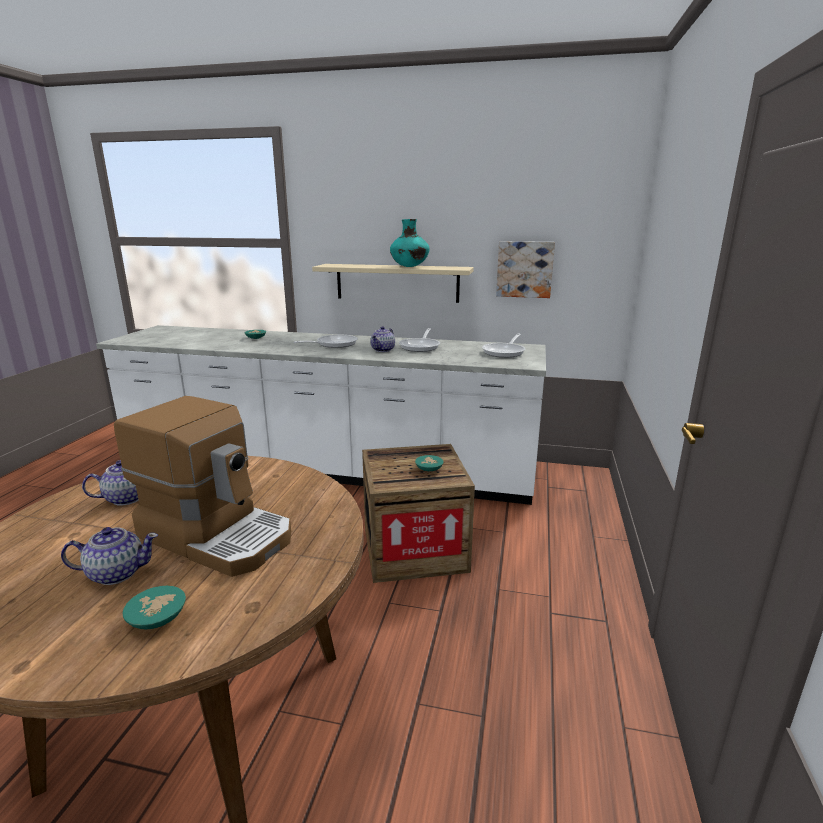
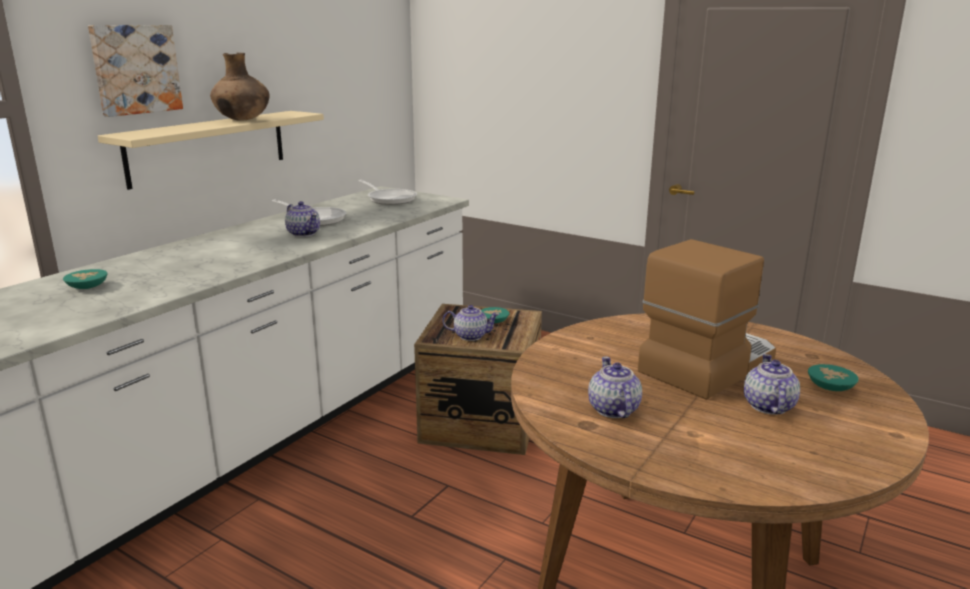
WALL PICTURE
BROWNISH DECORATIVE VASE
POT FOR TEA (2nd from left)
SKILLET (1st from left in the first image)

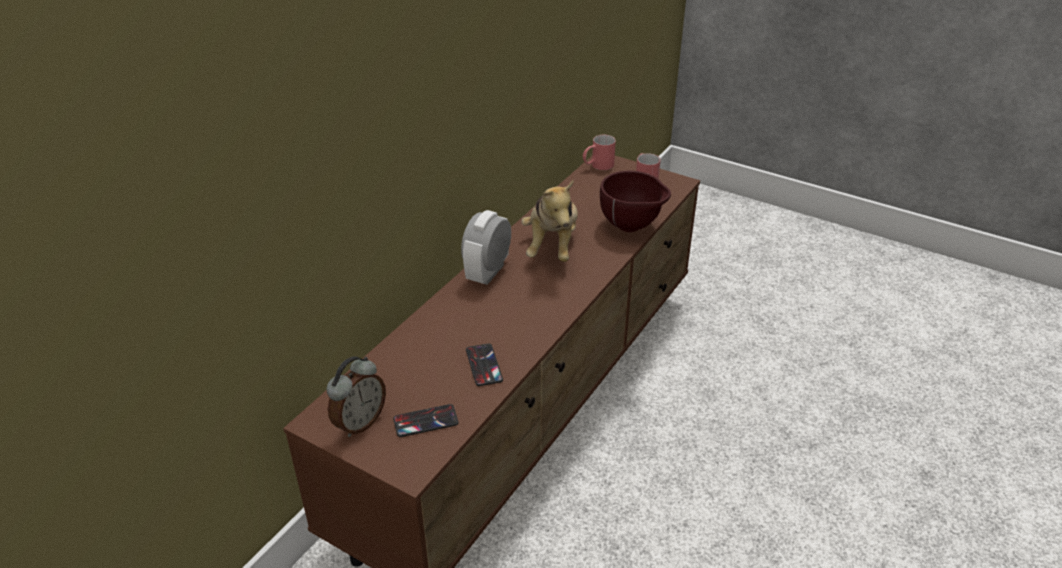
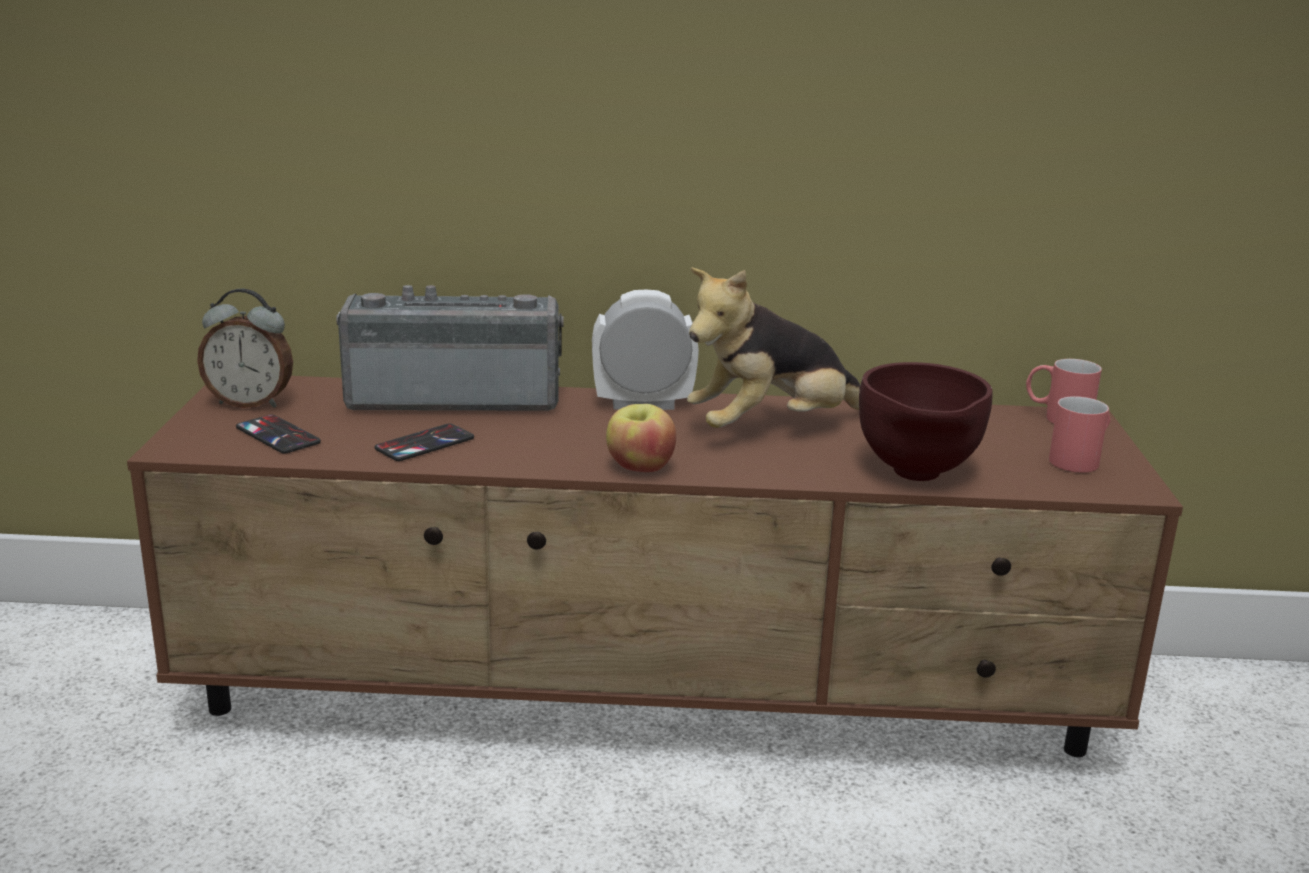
RADIO
APPLE

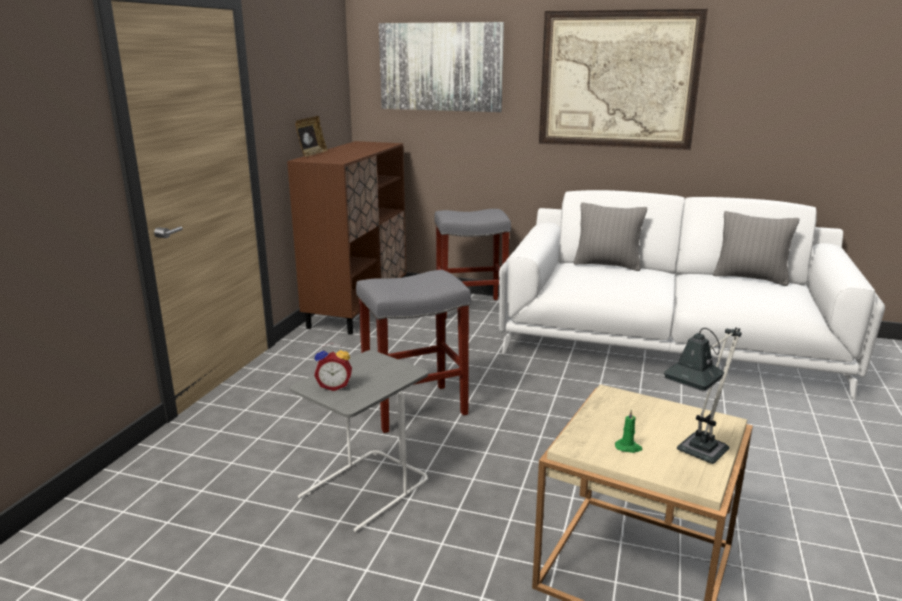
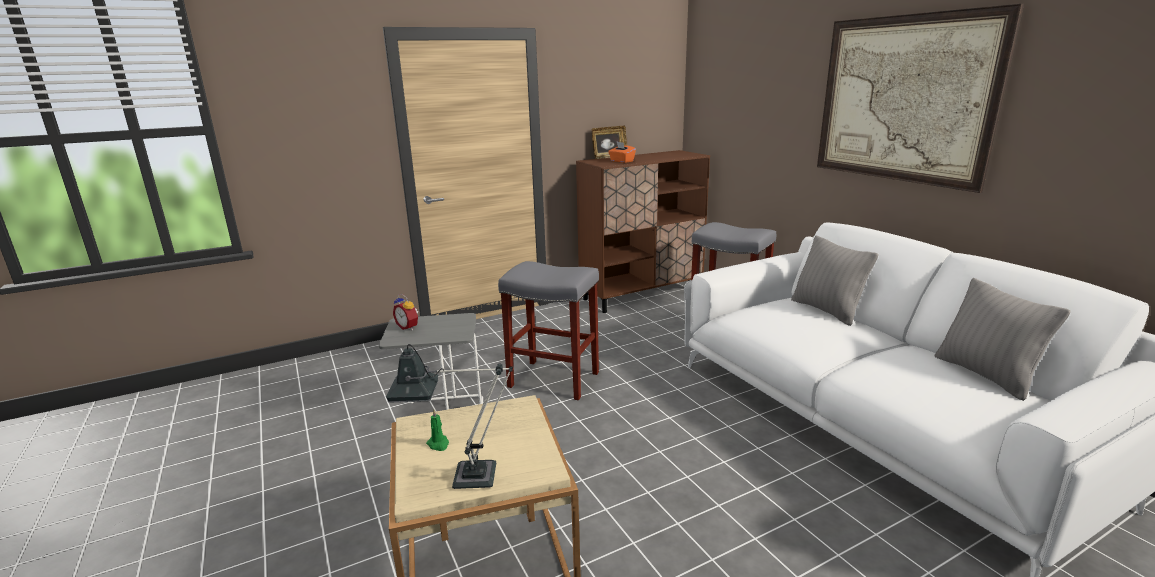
ORANGE TISSUE HOLDER
WALL PICTURE (1st from left in the first image)

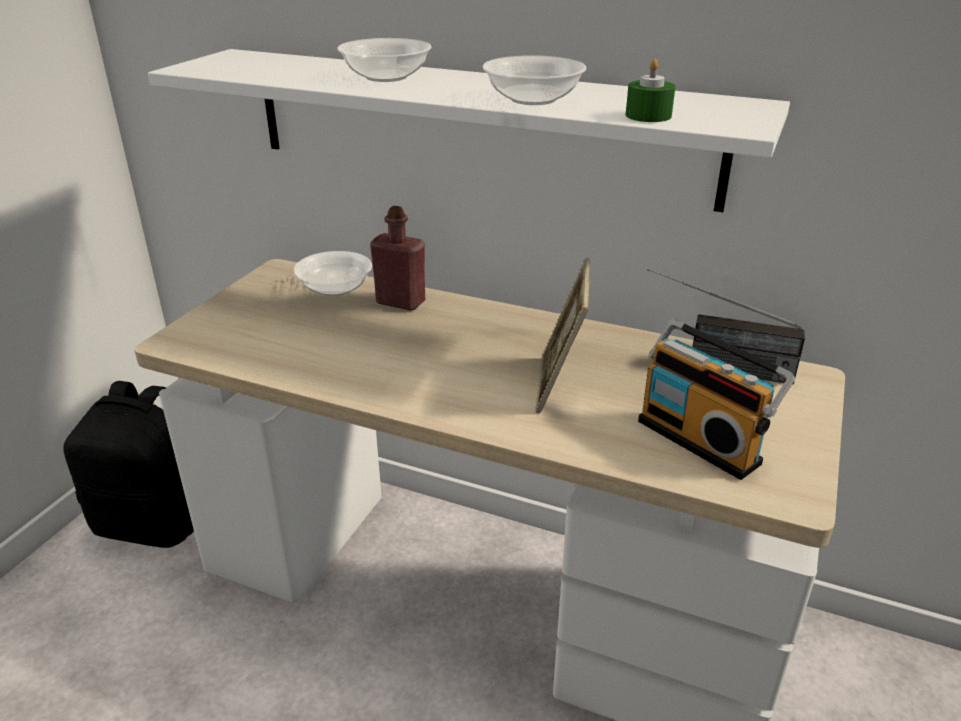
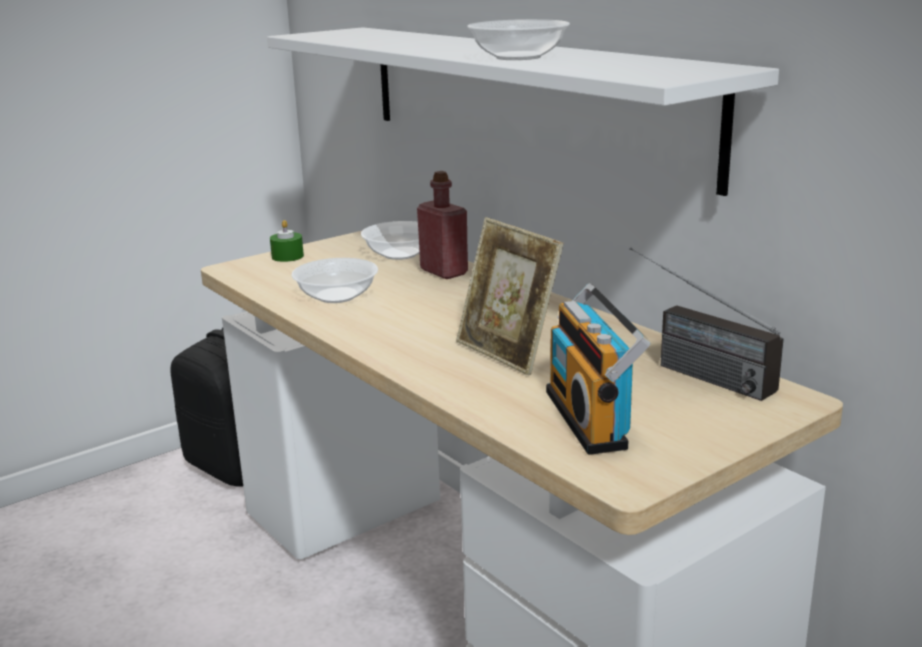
GREEN-COLOURED WAX LIGHT
DEEP DISH (1st from left)
PHOTO FRAME

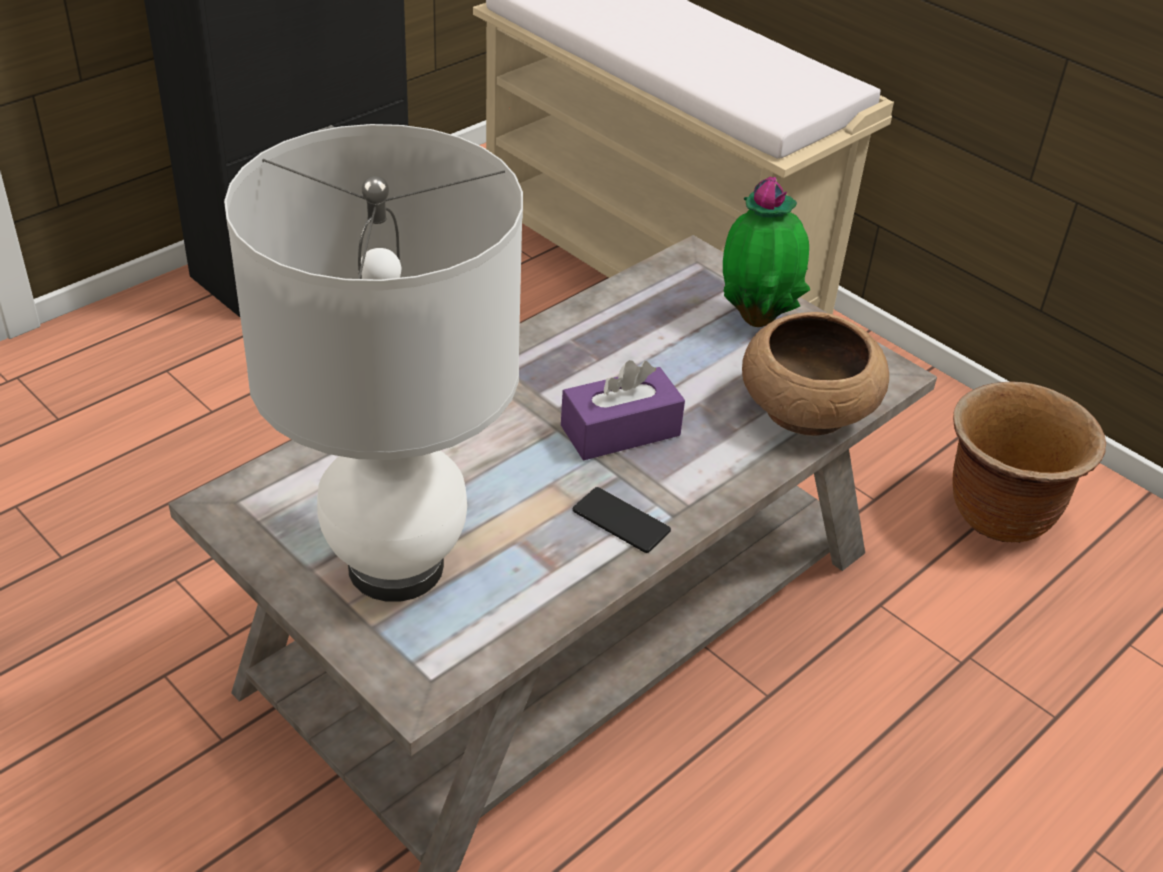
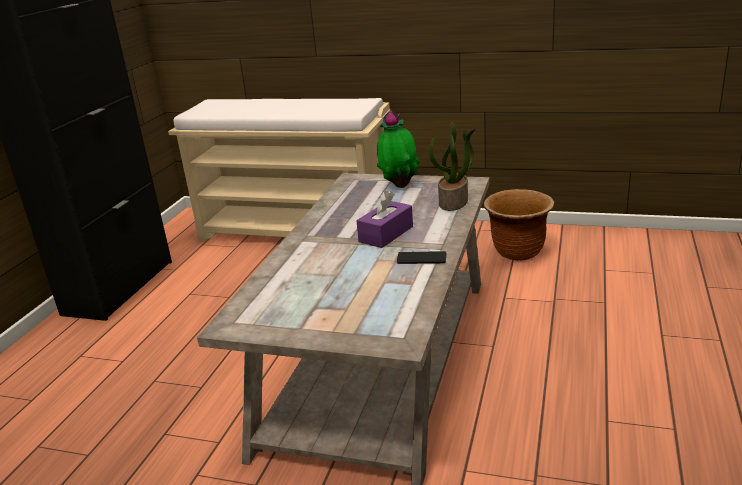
PLANT IN A POT (2nd from left)
WHITISH TABLE LAMP

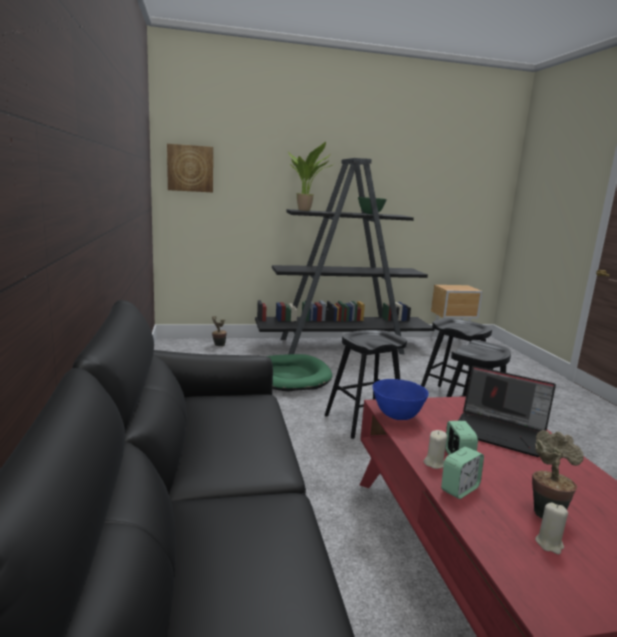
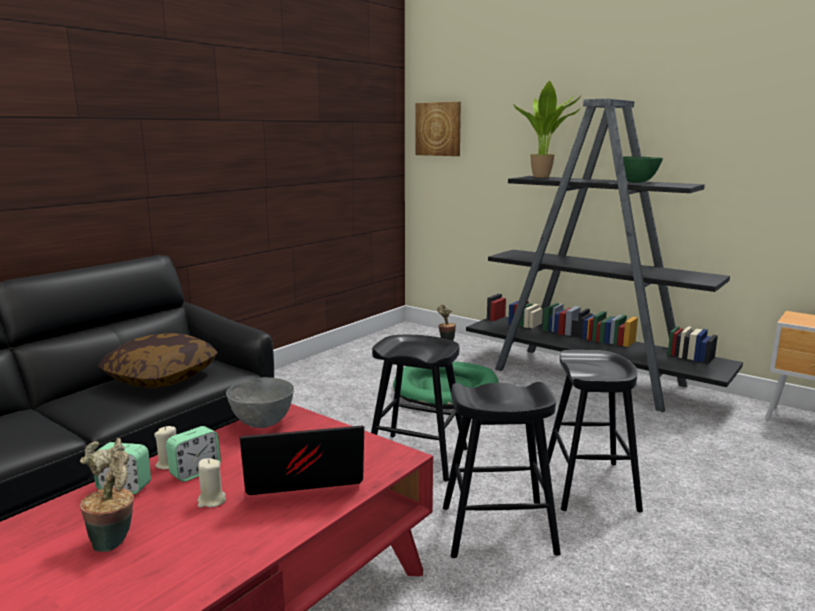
PILLOW
BEIGE-COLOURED WAX LIGHT (2nd from left)
GREYISH DEEP DISH
PORTABLE COMPUTER

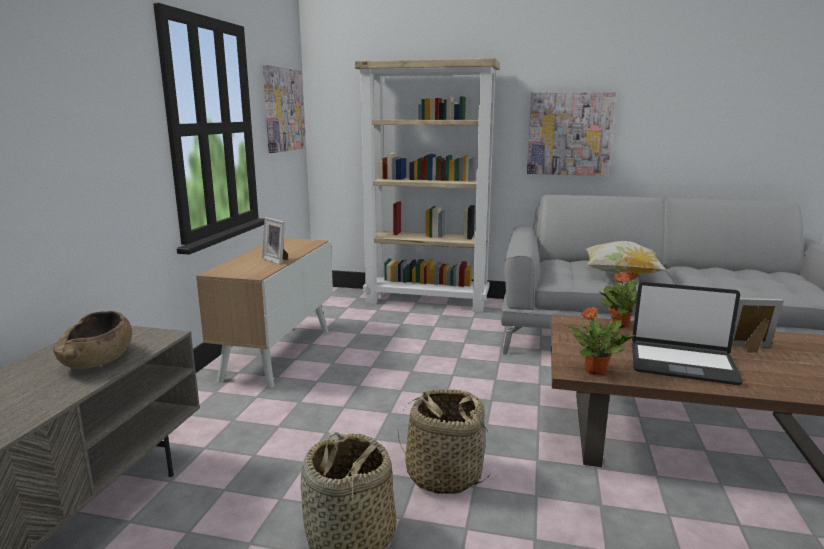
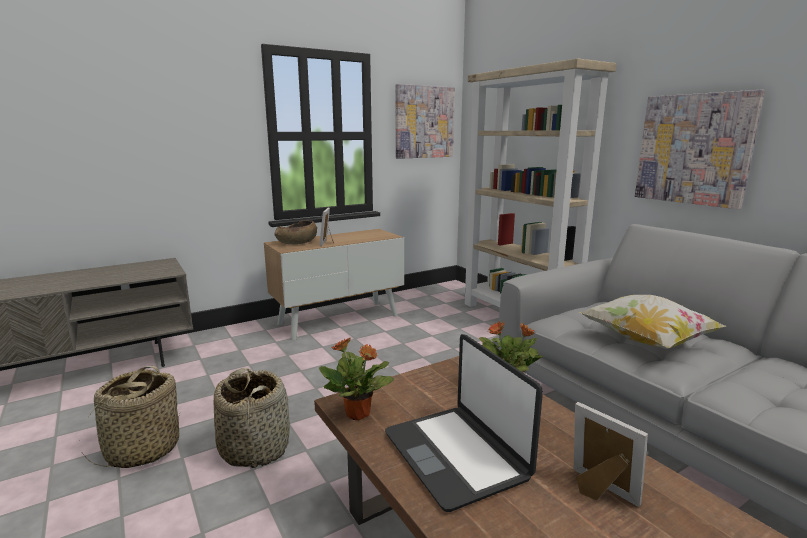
BROWNISH DEEP DISH

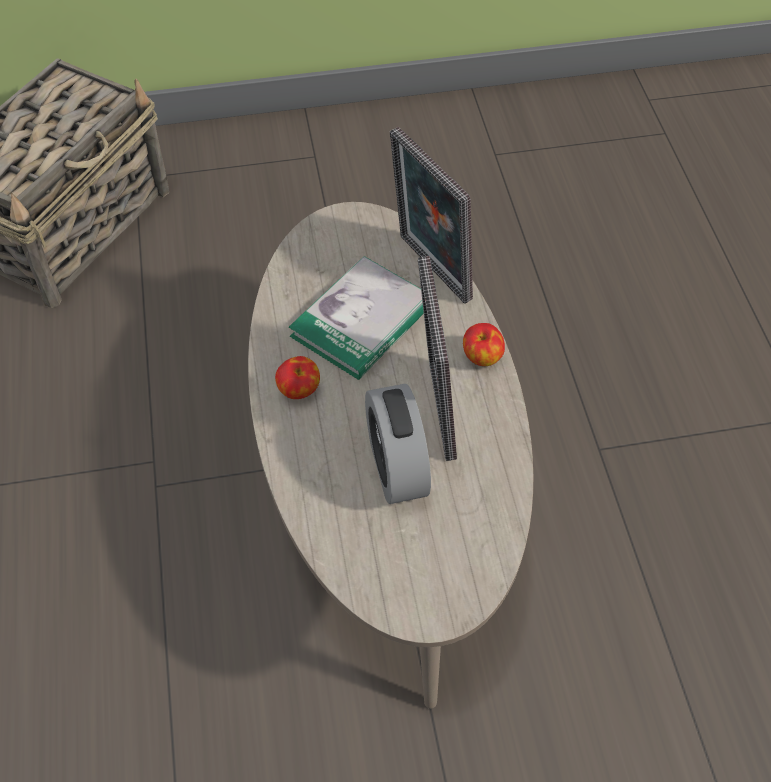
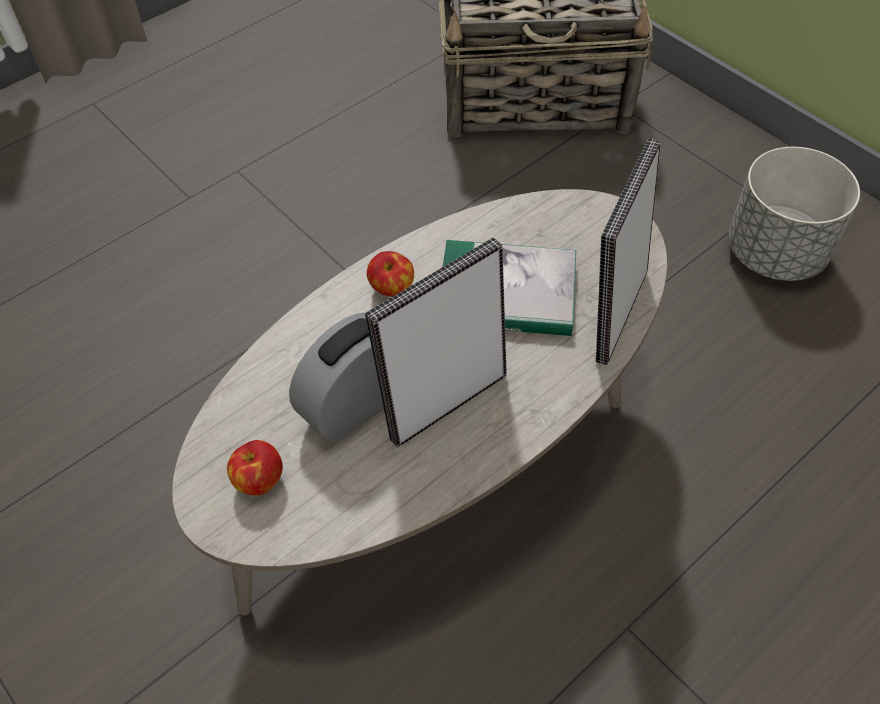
APPLE (1st from left)
GREYISH PLANT POT

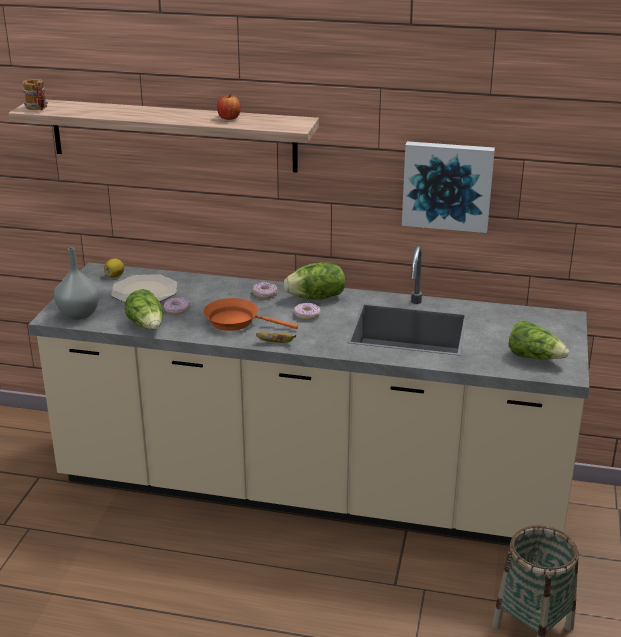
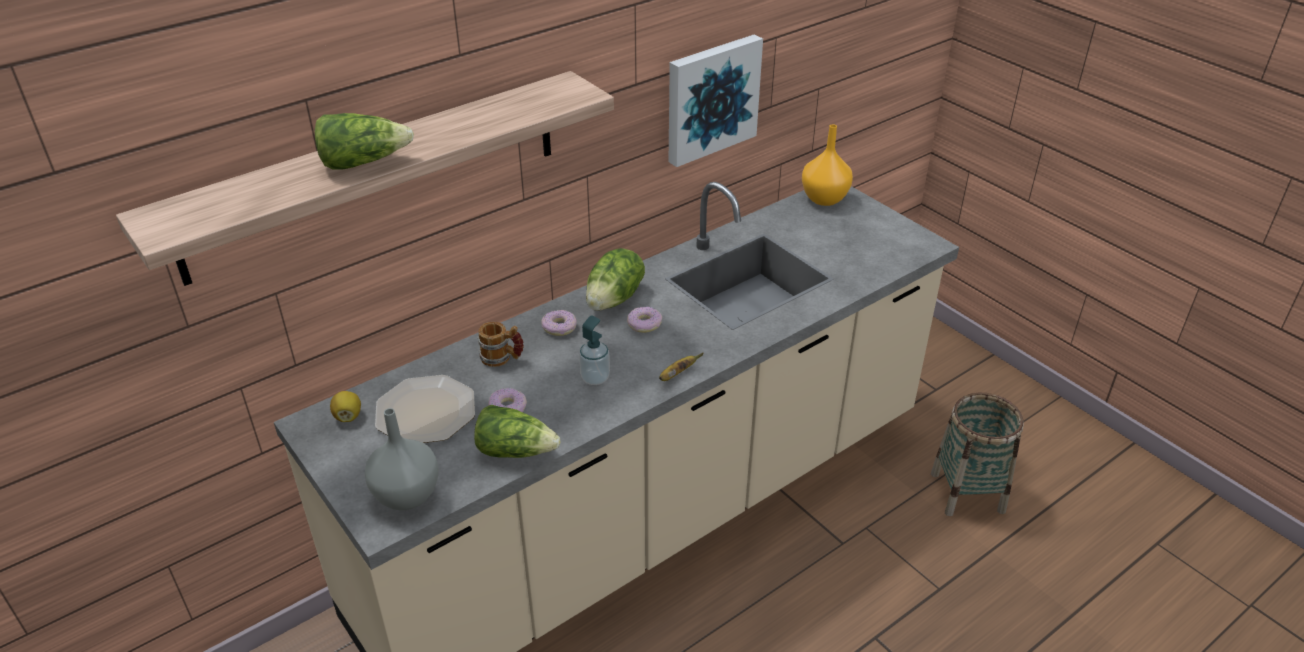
LETTUCE HEAD (1st from left)
COFFEE MUG
LIQUID SOAP BOTTLE
ORANGE DECORATIVE VASE
APPLE

